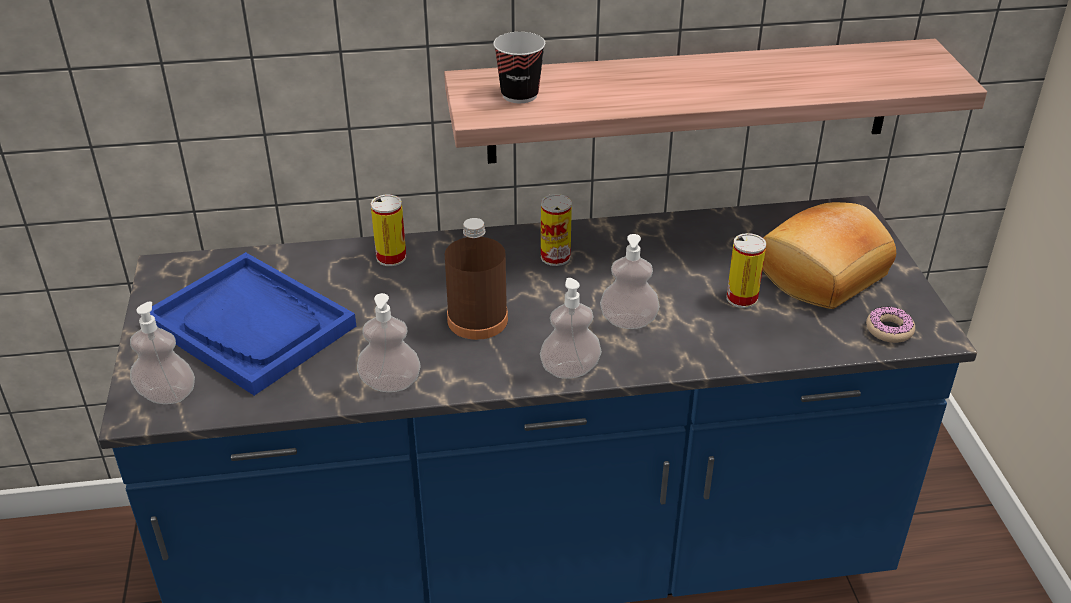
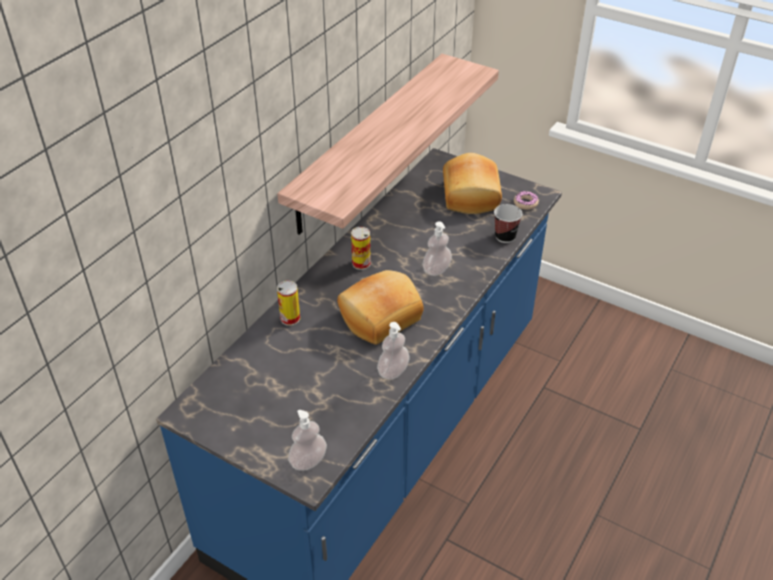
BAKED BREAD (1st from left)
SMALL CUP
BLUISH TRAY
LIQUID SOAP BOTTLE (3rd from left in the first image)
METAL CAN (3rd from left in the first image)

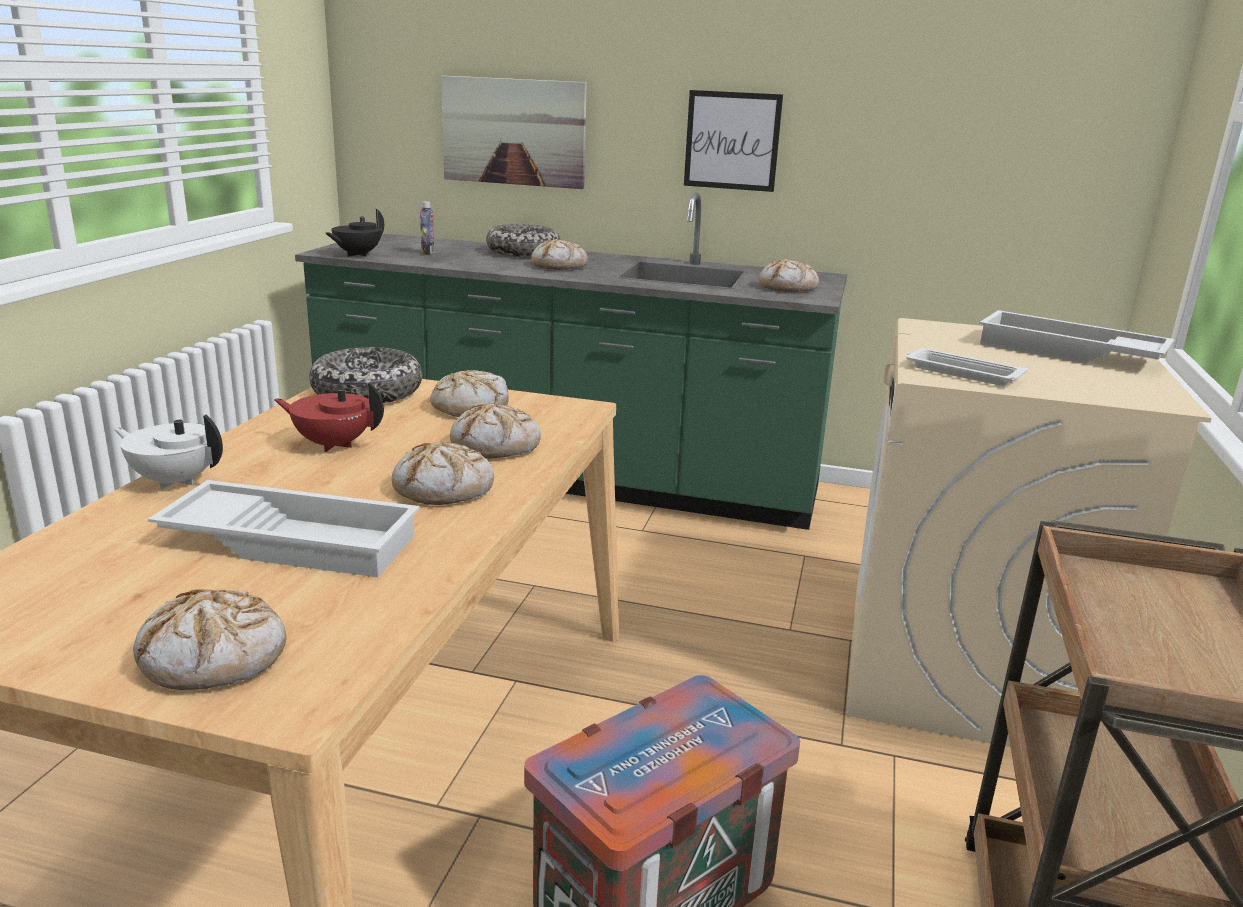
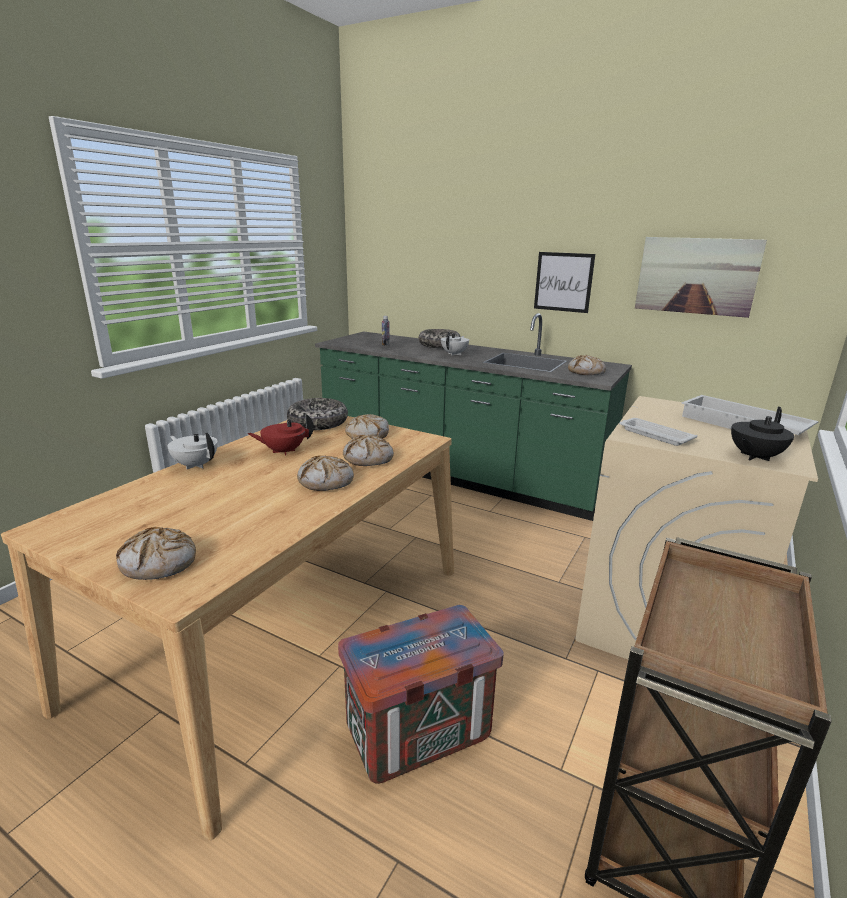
REDDISH POT FOR TEA
WHITISH POT FOR TEA (2nd from left)
WALL PICTURE (2nd from left)
BLACK-COLOURED POT FOR TEA
WHITISH TRAY (1st from left in the first image)

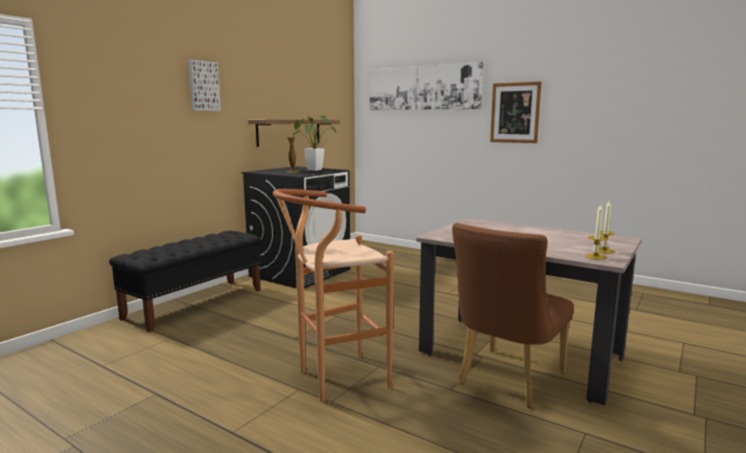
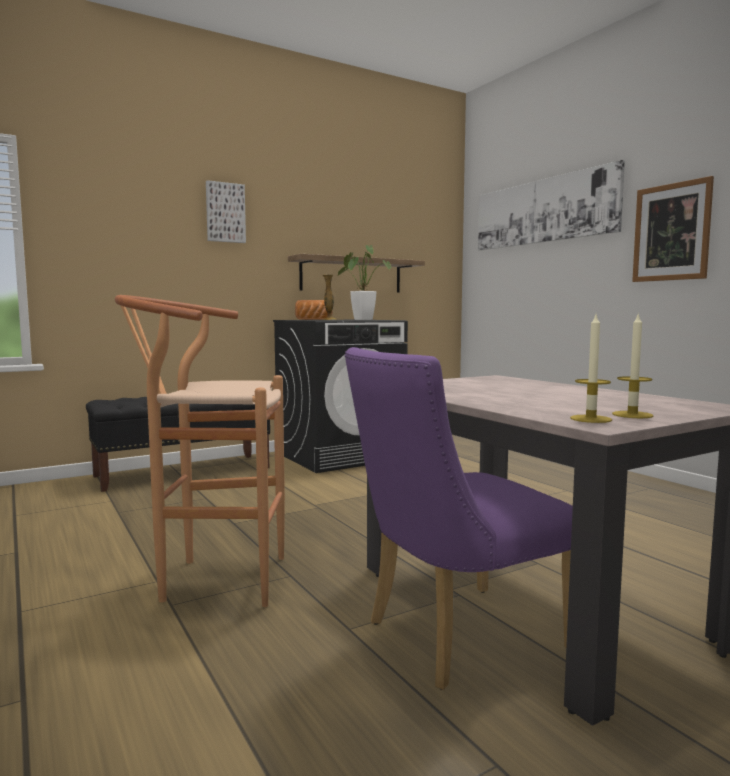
BAKED BREAD
PURPLISH UPRIGHT CHAIR

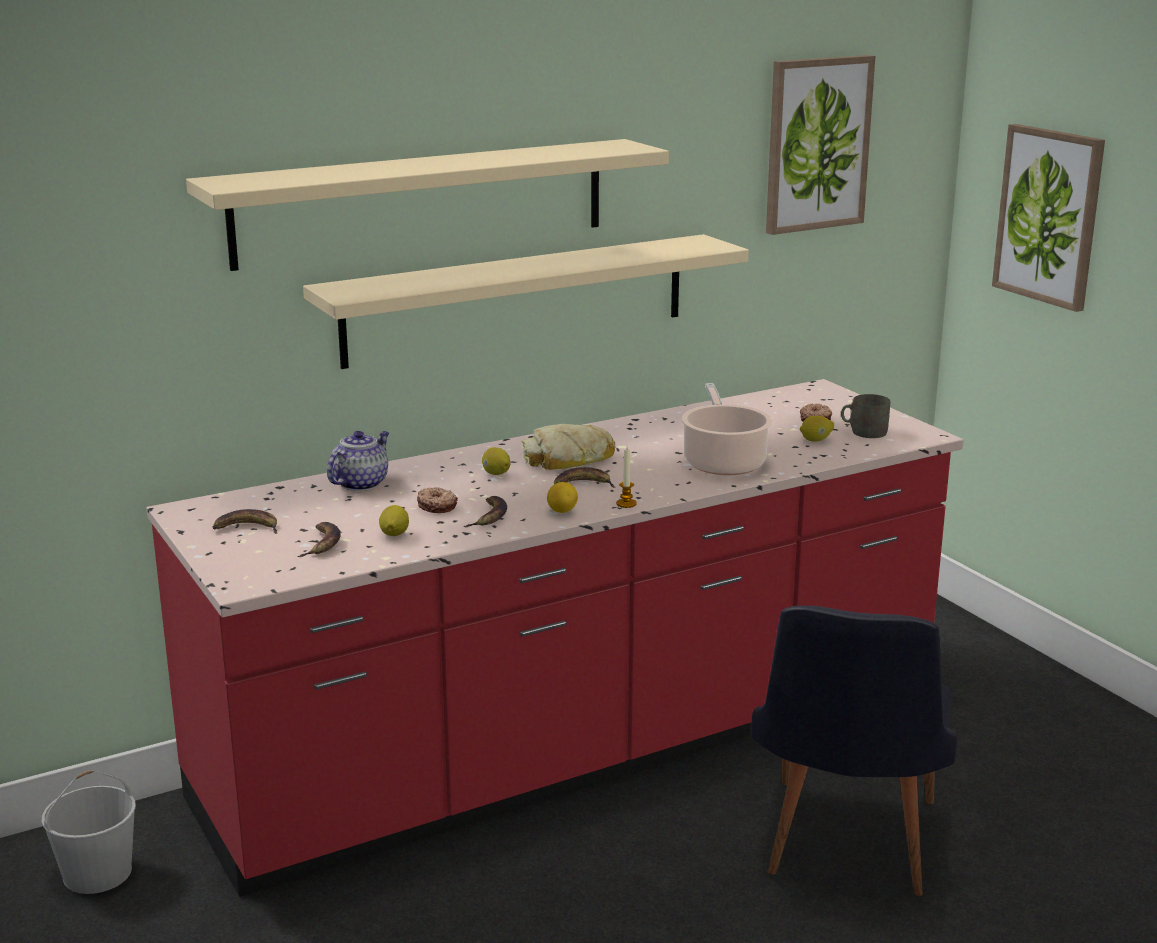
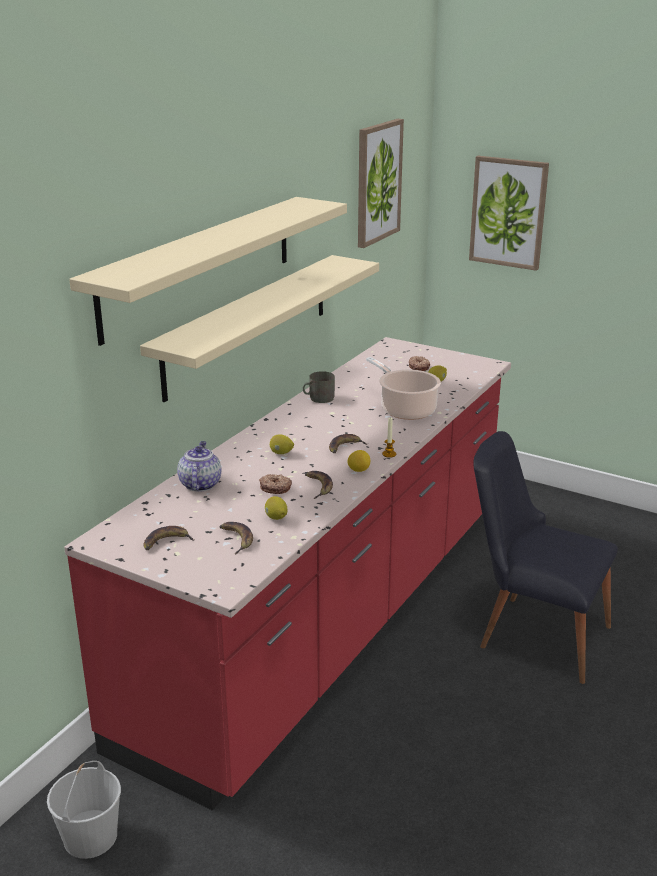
GREYISH COFFEE MUG
BLACK-COLOURED UPRIGHT CHAIR
BAKED BREAD

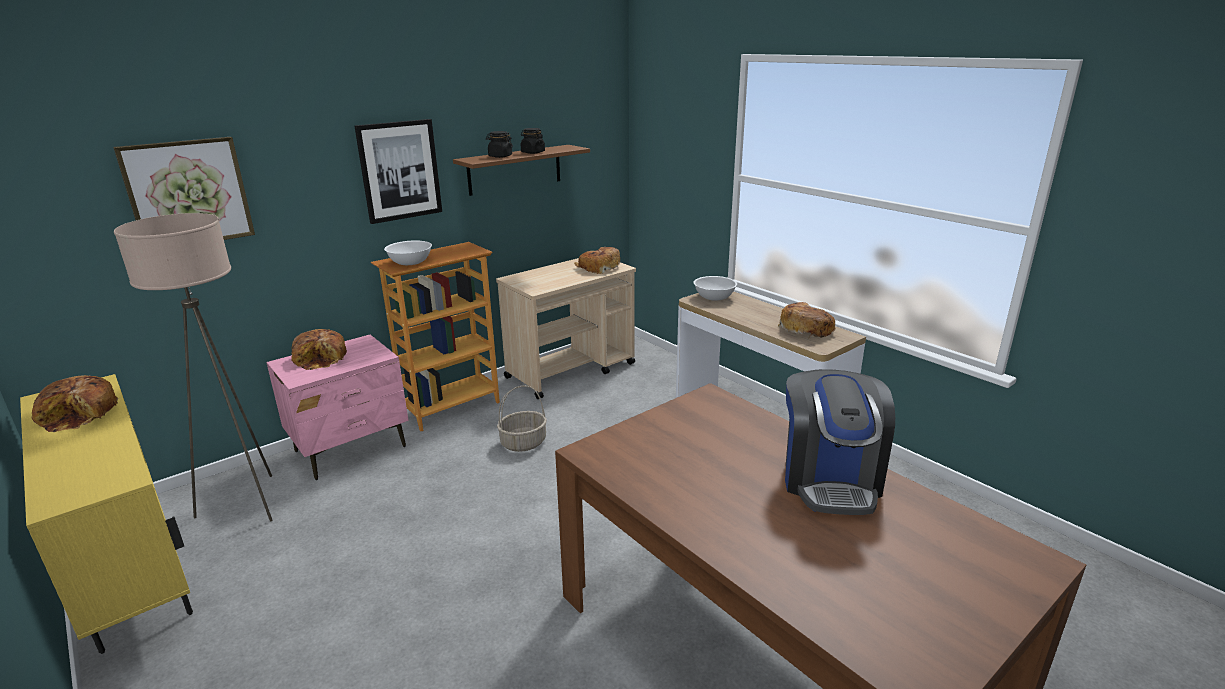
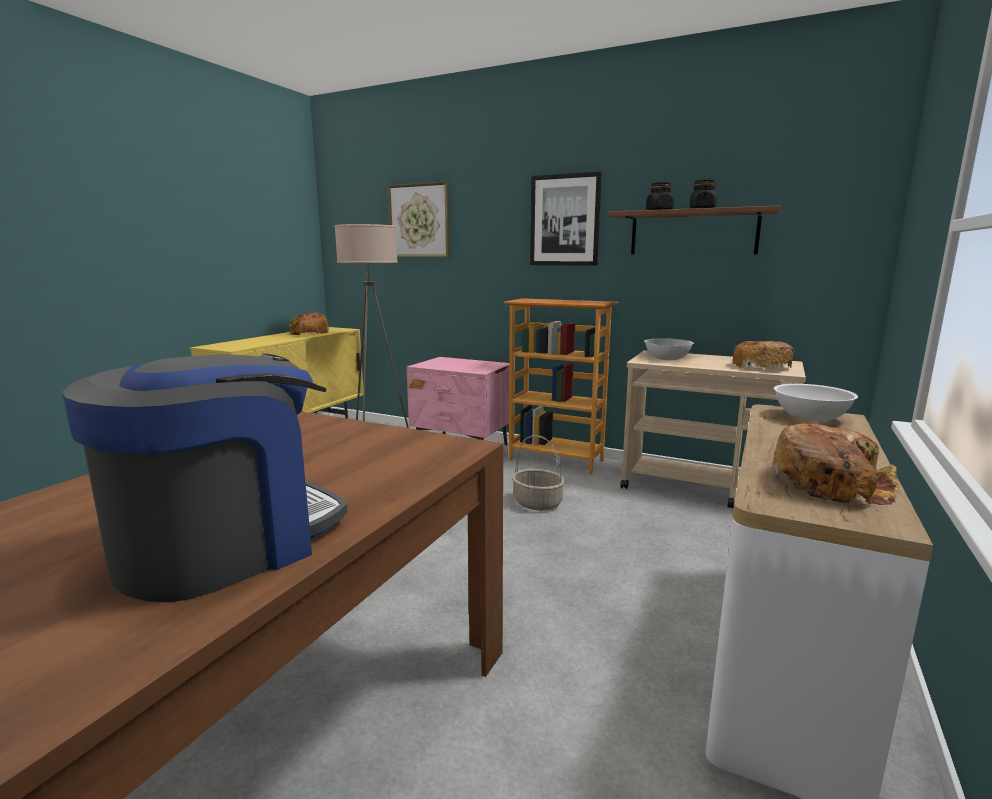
COFFEE BREWER
WHITISH DEEP DISH (1st from left)
BAKED BREAD (2nd from left in the first image)

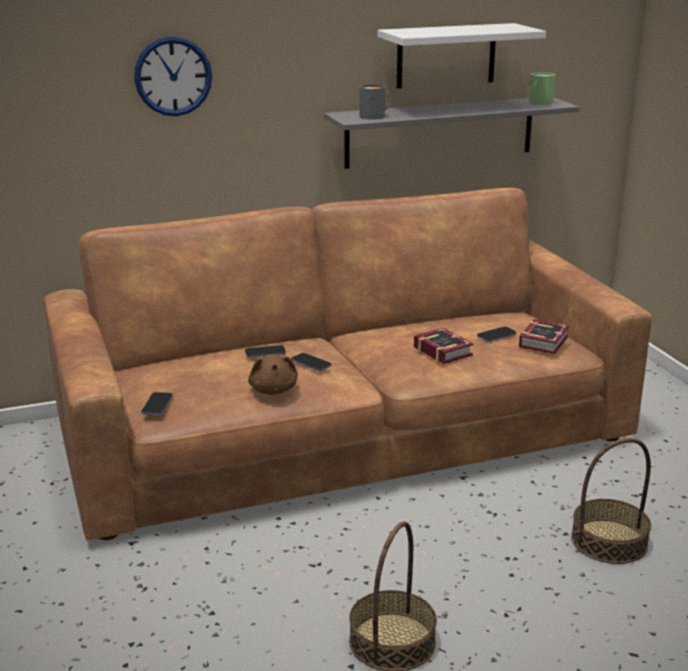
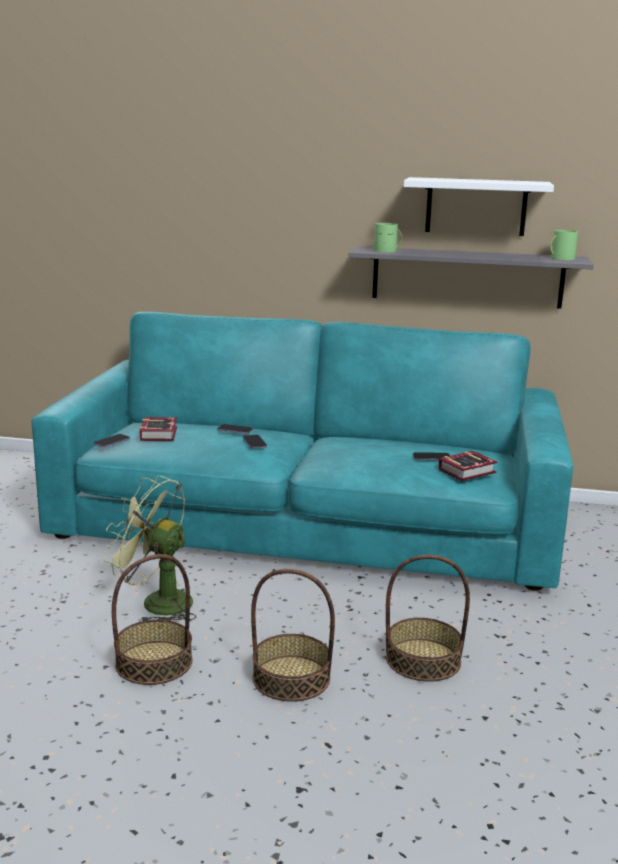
TURQUOISE-COLOURED SOFA
GREEN-COLOURED ELECTRIC FAN
BOOK (1st from left)
STORAGE BASKET (2nd from left)
GREEN-COLOURED COFFEE MUG (1st from left)
CLOCK ON THE WALL
BROWNISH CUDDLY TOY

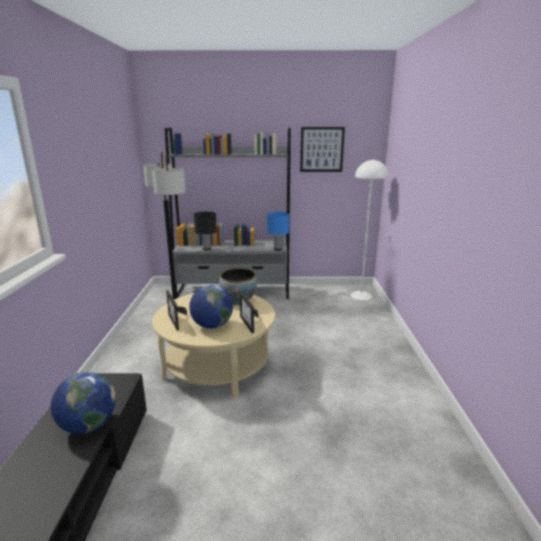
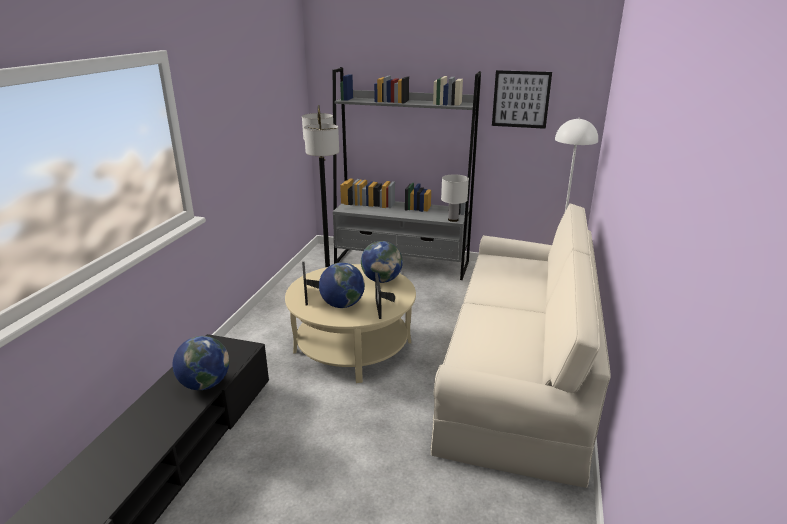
DESK GLOBE (3rd from left)
BEIGE-COLOURED SOFA
WHITISH TABLE LAMP
BLACK-COLOURED TABLE LAMP

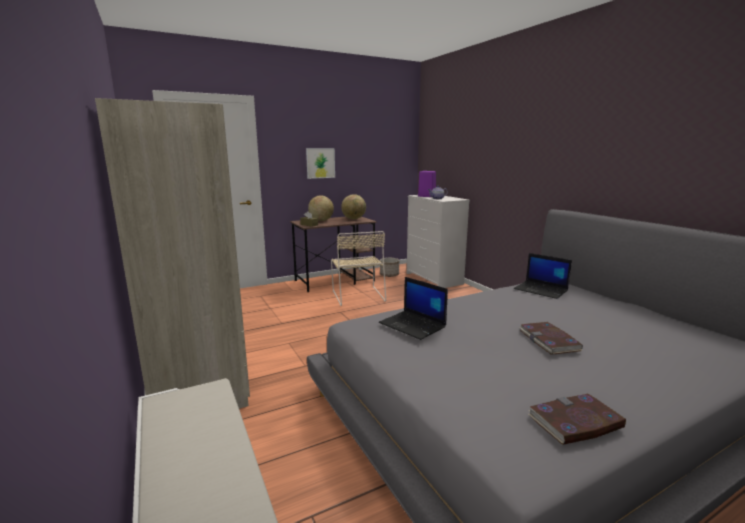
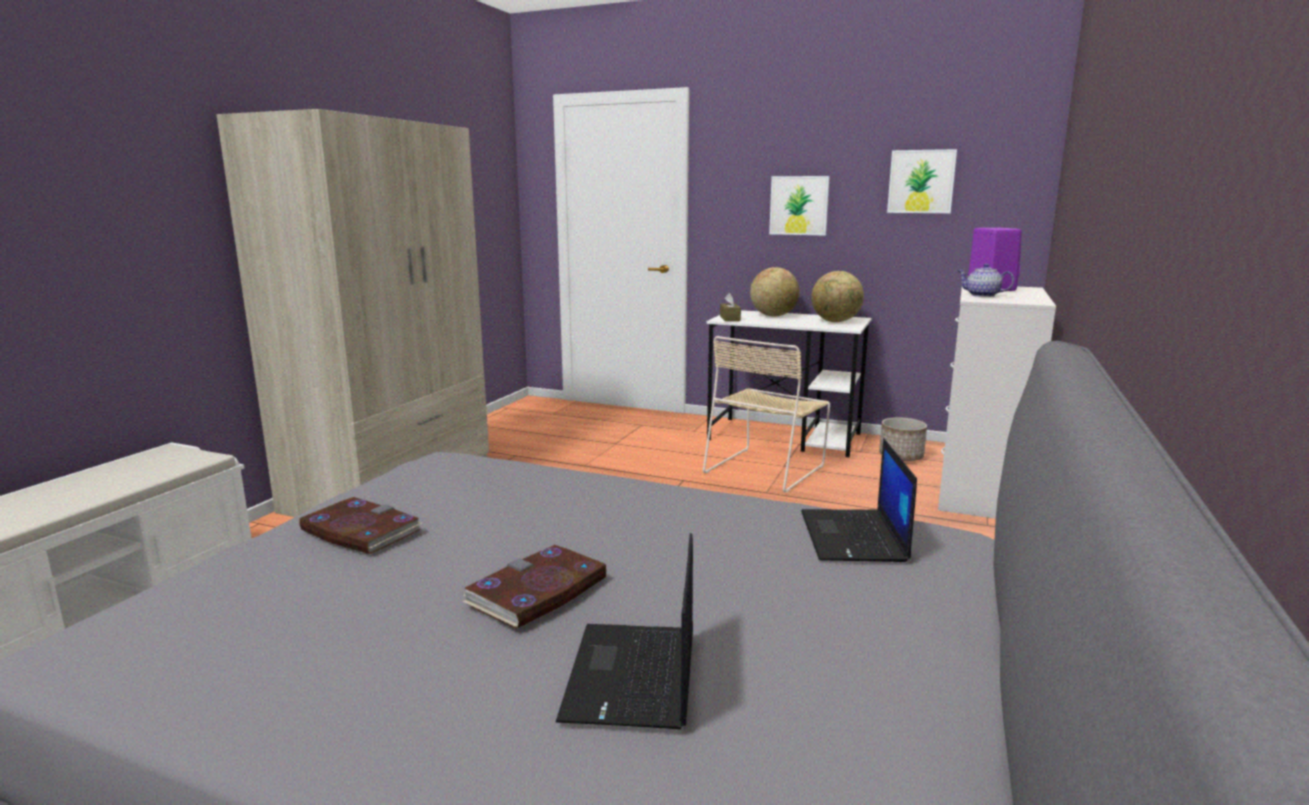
BOOK (1st from left)
PORTABLE COMPUTER (1st from left)
WHITISH DESK UNIT
WALL PICTURE (2nd from left)

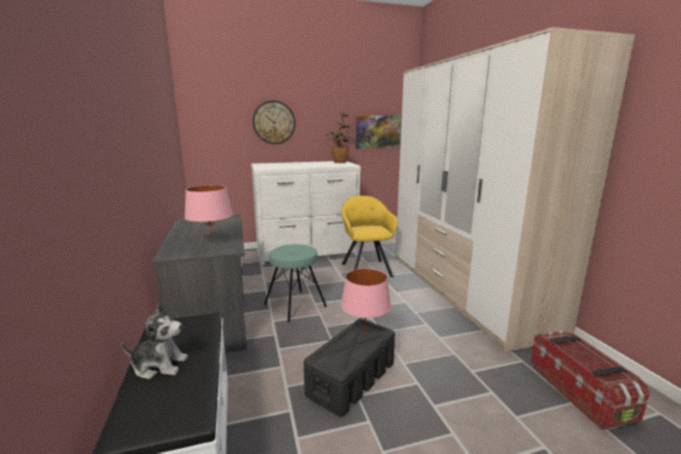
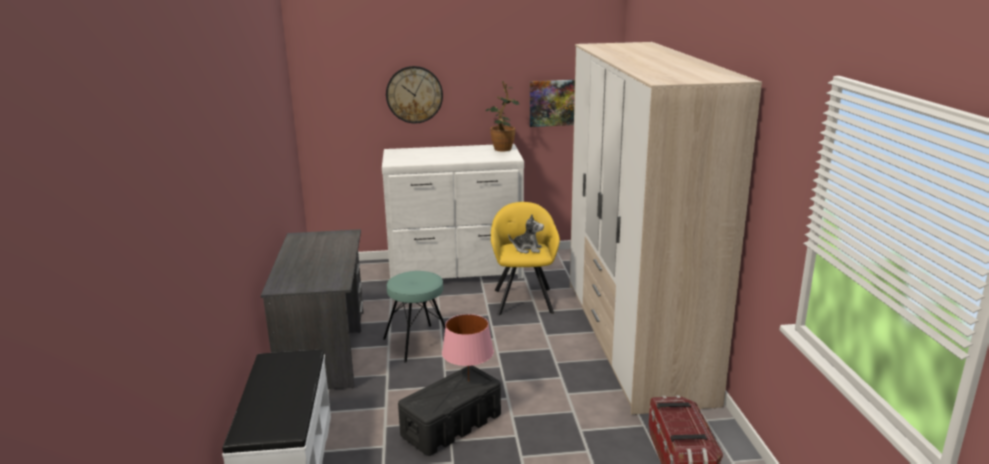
CUDDLY TOY
PINK TABLE LAMP (1st from left in the first image)

